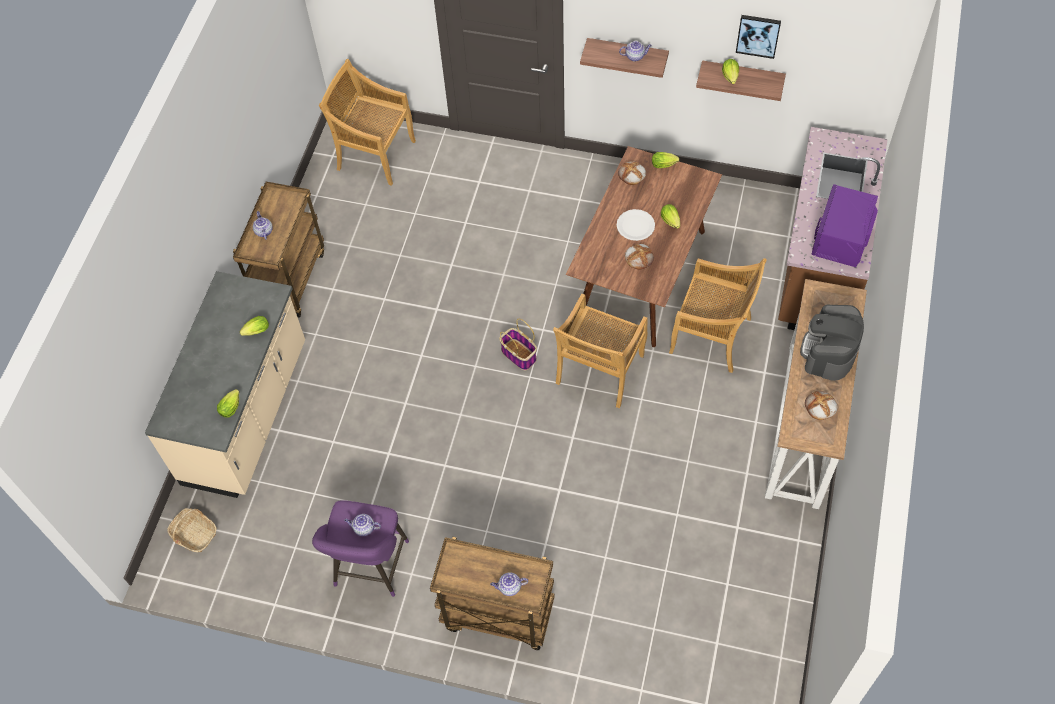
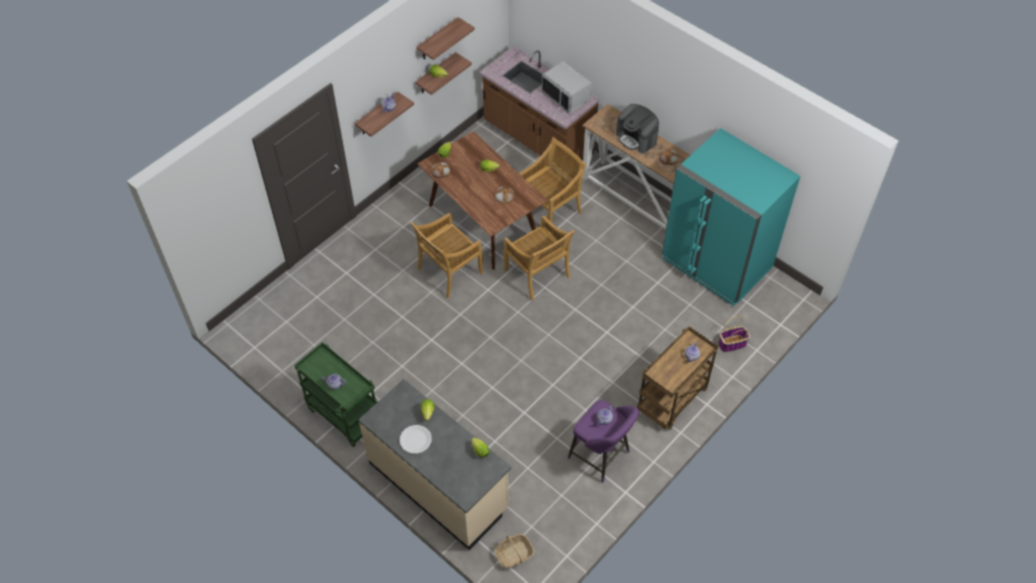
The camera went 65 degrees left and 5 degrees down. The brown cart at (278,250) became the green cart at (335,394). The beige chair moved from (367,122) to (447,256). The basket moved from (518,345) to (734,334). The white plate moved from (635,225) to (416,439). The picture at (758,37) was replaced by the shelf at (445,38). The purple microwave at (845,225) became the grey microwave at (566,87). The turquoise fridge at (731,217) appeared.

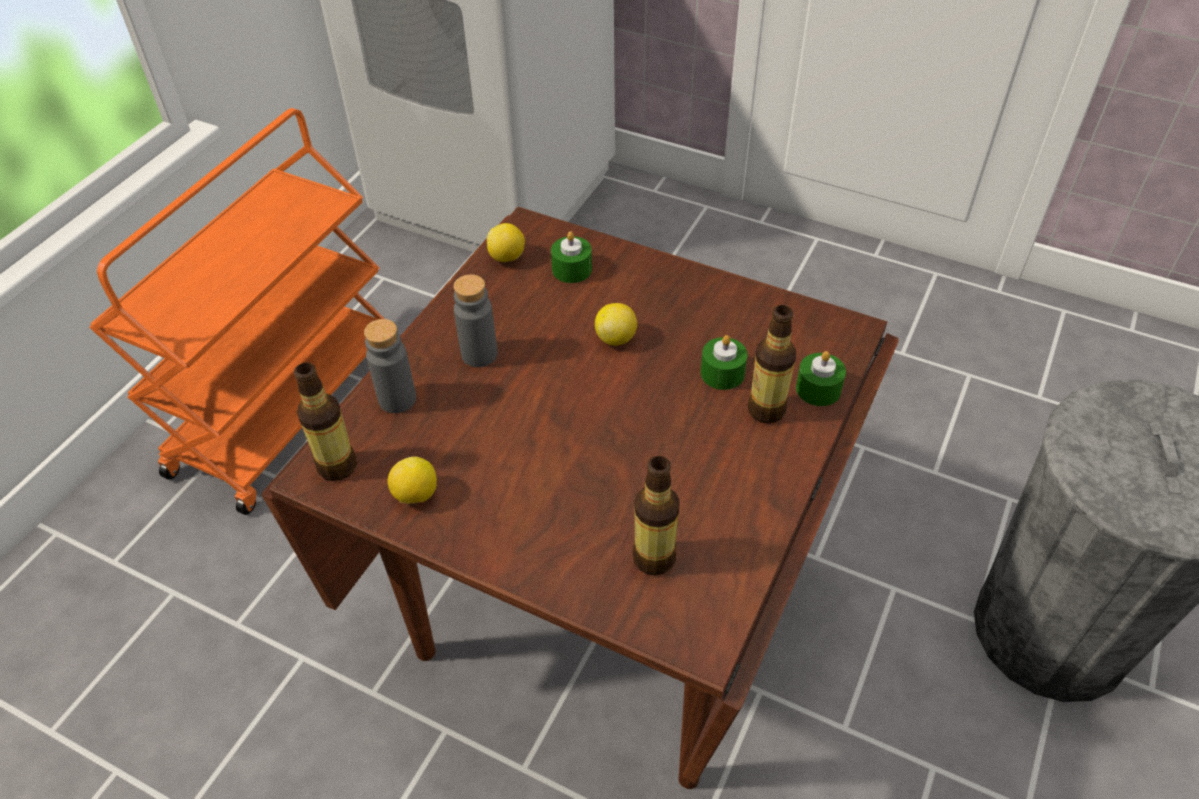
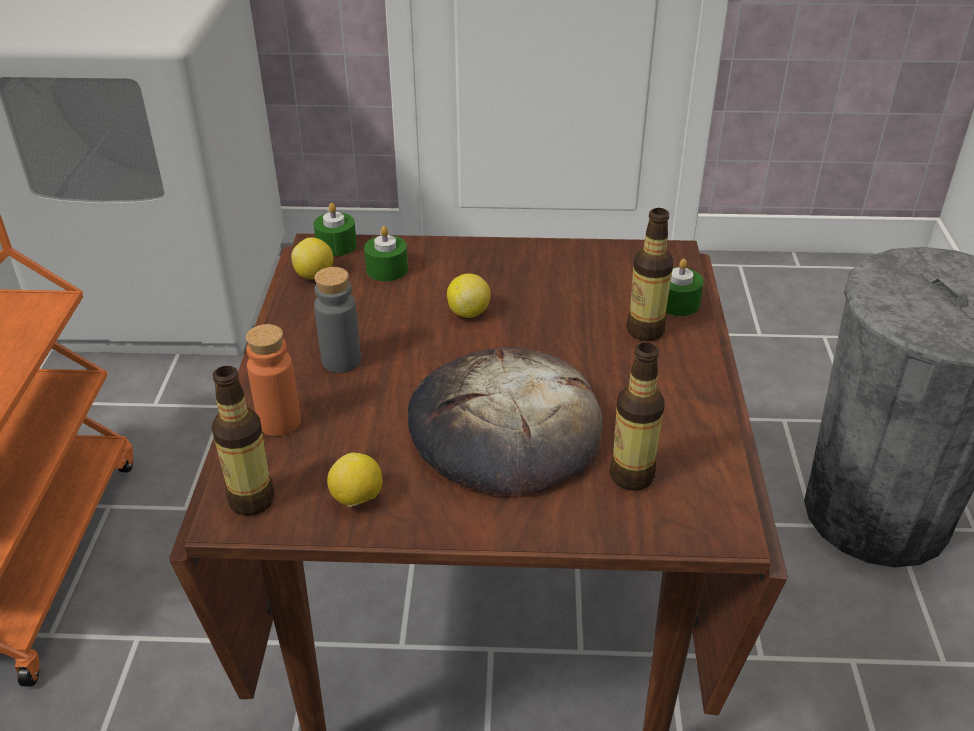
The camera went 25 degrees left and 10 degrees down. The grey bottle at (390,366) became the orange bottle at (273,380). The green candle moved from (724,362) to (335,230). The bread at (505,421) appeared.

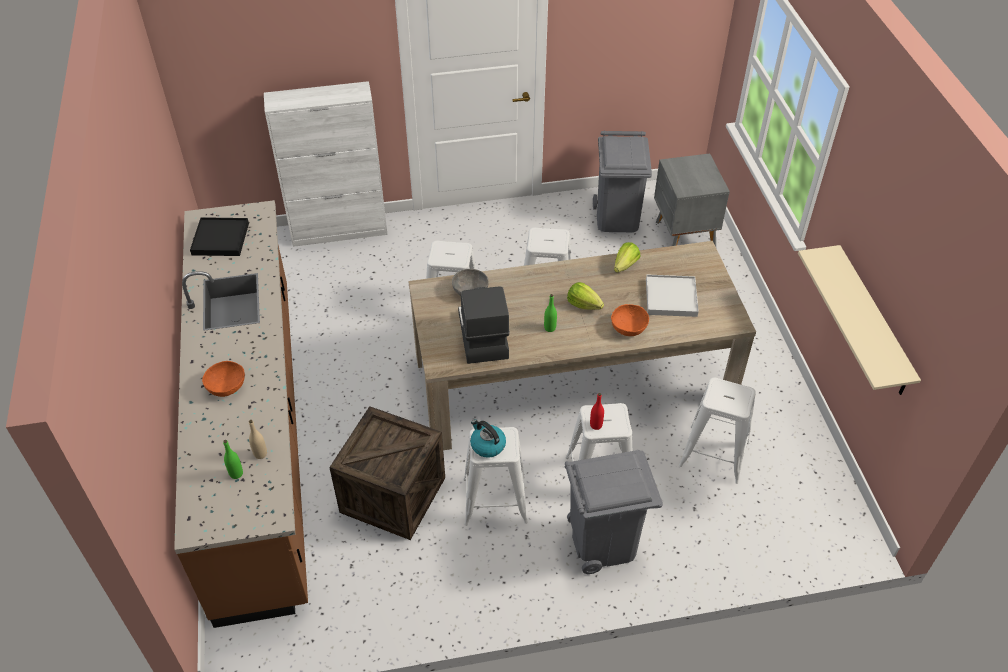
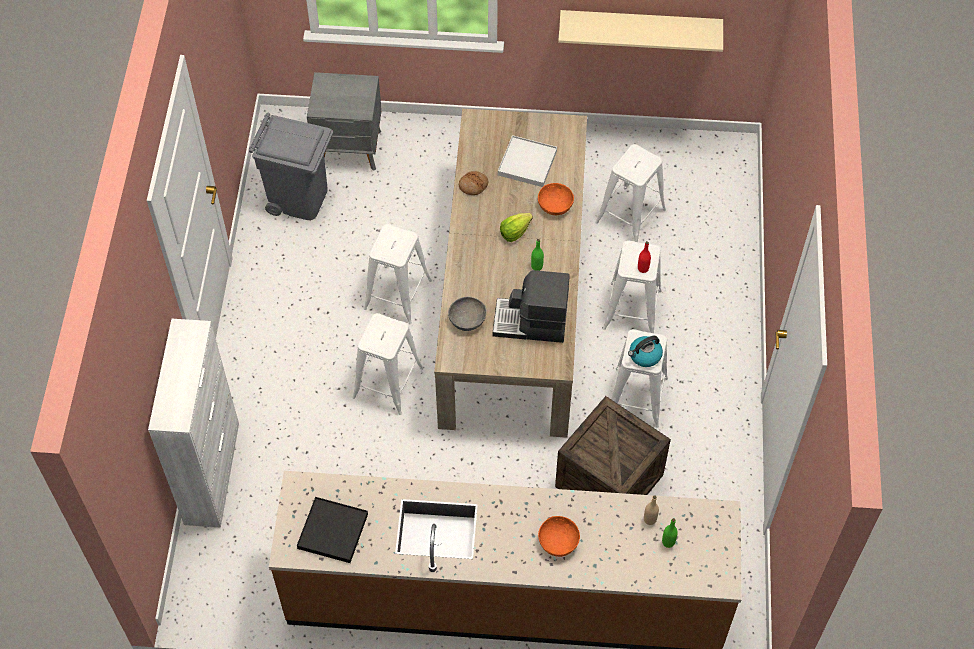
The camera went 75 degrees left and 10 degrees up. The grey trash can at (614,512) disappeared. The lettuce at (627,257) was replaced by the bread at (473,183).

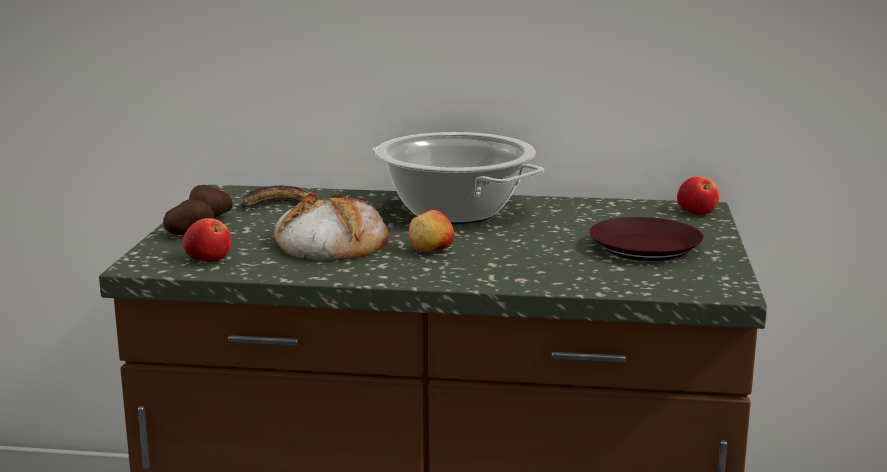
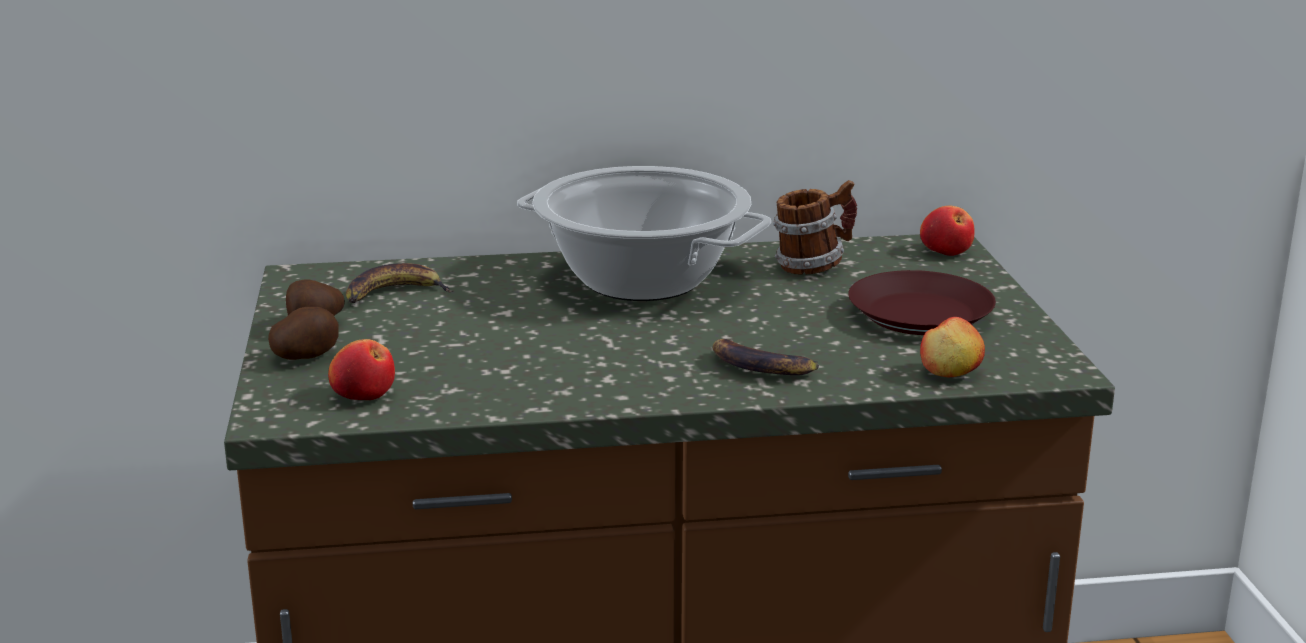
The camera went 15 degrees left and 5 degrees up. The bread at (331,225) disappeared. The apple moved from (431,231) to (952,347). The banana at (766,357) appeared. The mug at (815,227) appeared.

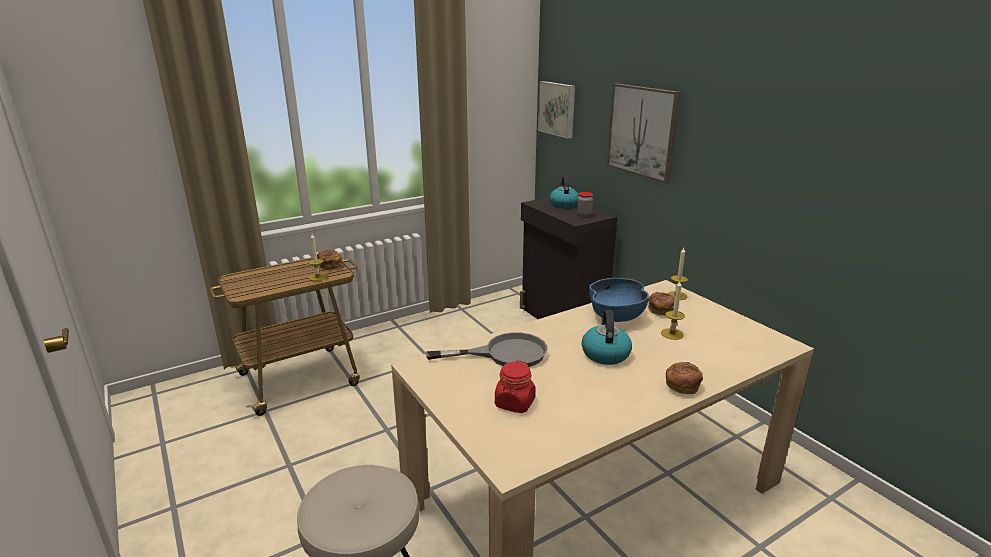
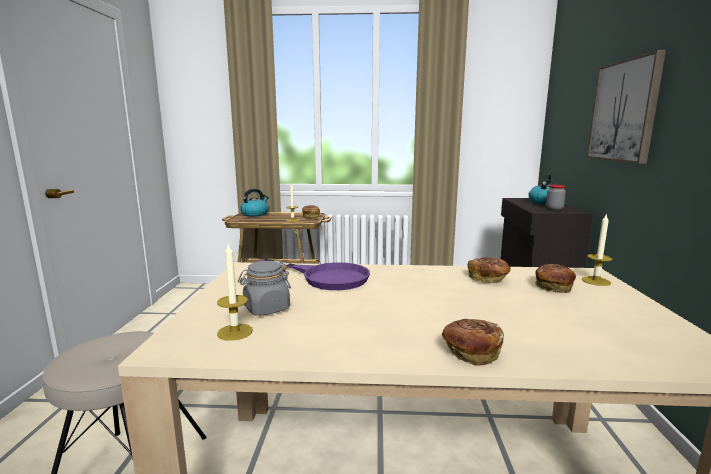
The camera went 35 degrees right and 10 degrees down. The grey frying pan at (487,349) became the purple frying pan at (314,274). The red jar at (515,386) became the grey jar at (264,288). The picture at (556,110) disappeared. The kettle moved from (606,337) to (254,202). The blue bowl at (619,300) was replaced by the bread at (489,270). The candle moved from (673,310) to (235,292).

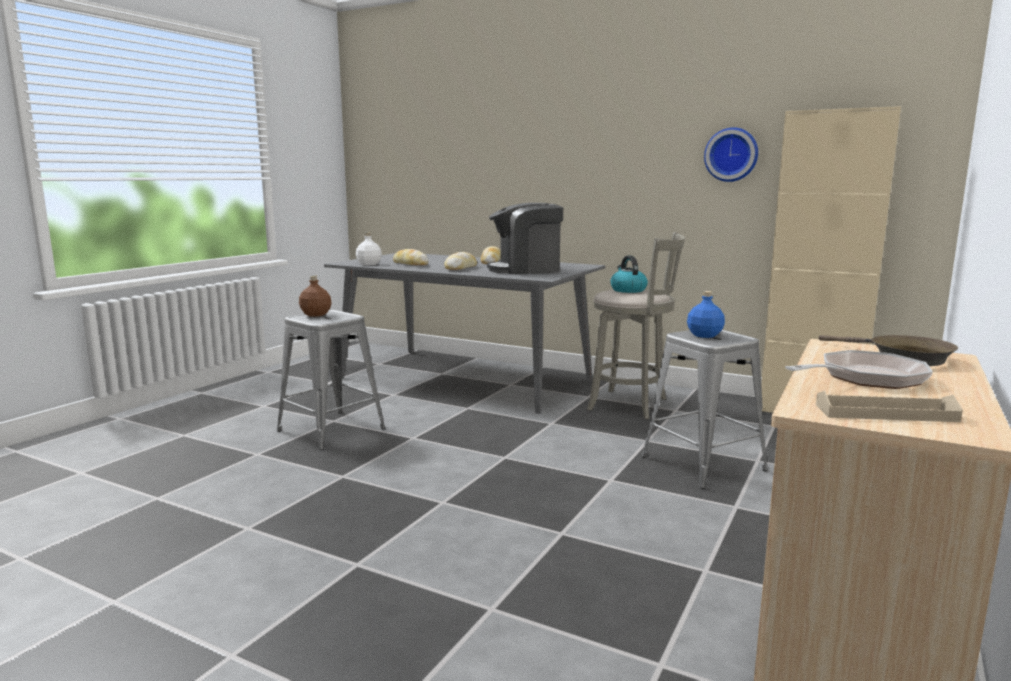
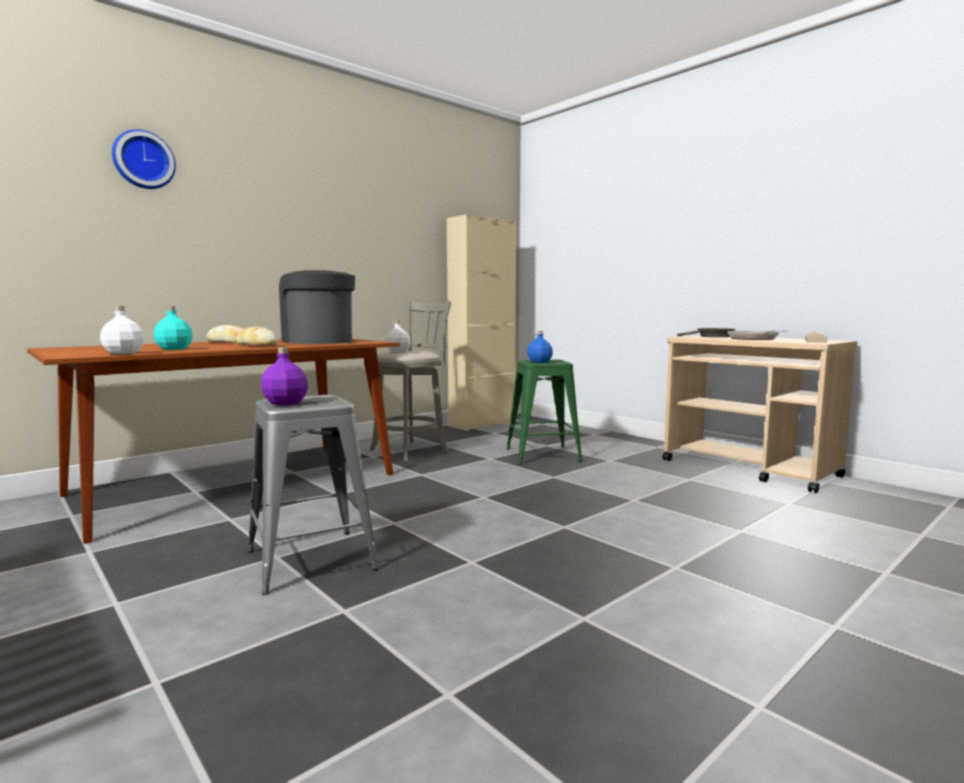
The camera went 70 degrees left and 5 degrees down. The brown bottle at (315,296) became the purple bottle at (284,376). The grey dining table at (464,333) became the brown dining table at (213,441). The bread at (411,257) was replaced by the turquoise bottle at (173,328). The coffee machine at (525,239) turned 135 degrees clockwise. The kettle at (629,274) was replaced by the white bottle at (397,336). The grey stool at (705,409) became the green stool at (544,412). The wall clock moved from (731,154) to (144,159).

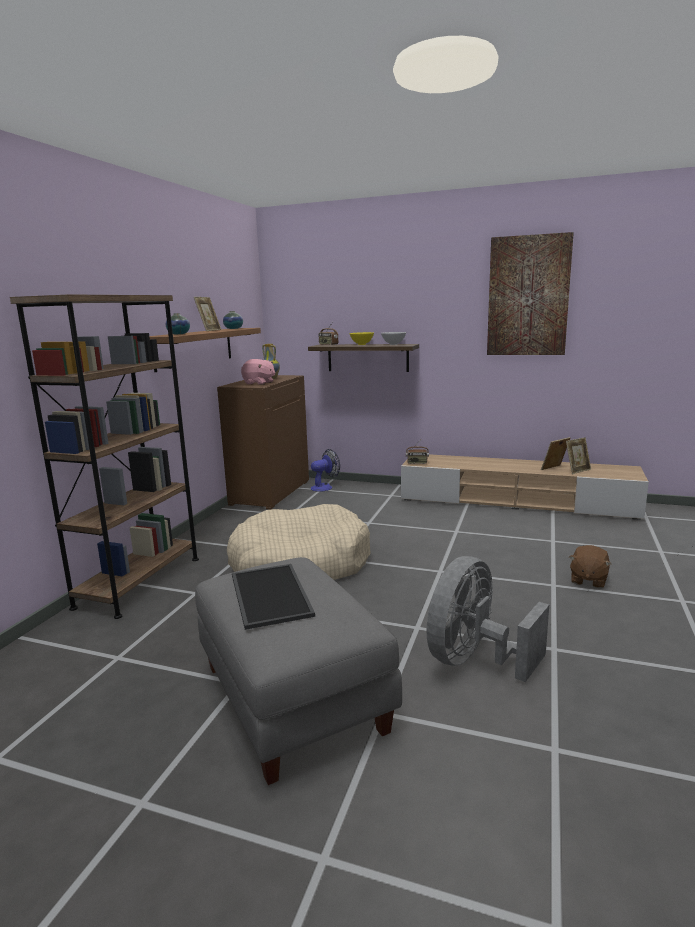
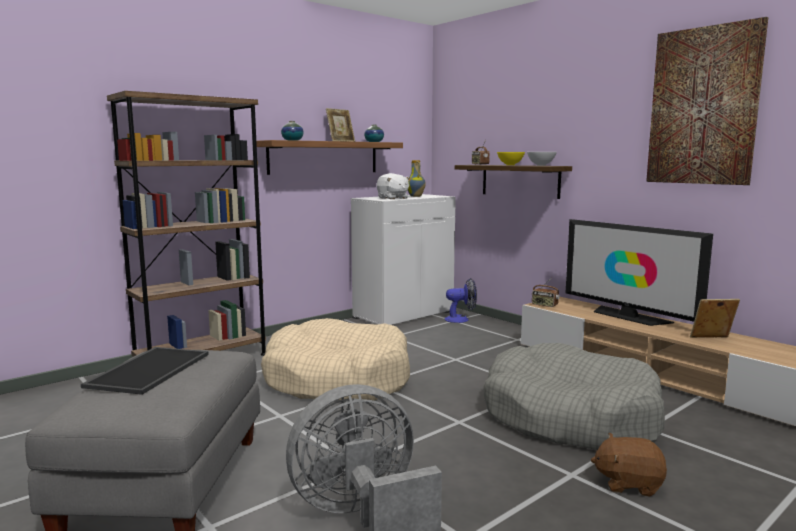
The camera went 30 degrees right and 5 degrees down. The brown cabinet at (263,442) became the white cabinet at (403,259). The pink plush toy at (258,372) became the white plush toy at (393,186). The picture frame at (578,455) disappeared. The brown plush toy at (590,566) turned 45 degrees clockwise. The grey dog bed at (574,396) appeared. The television at (639,272) appeared.

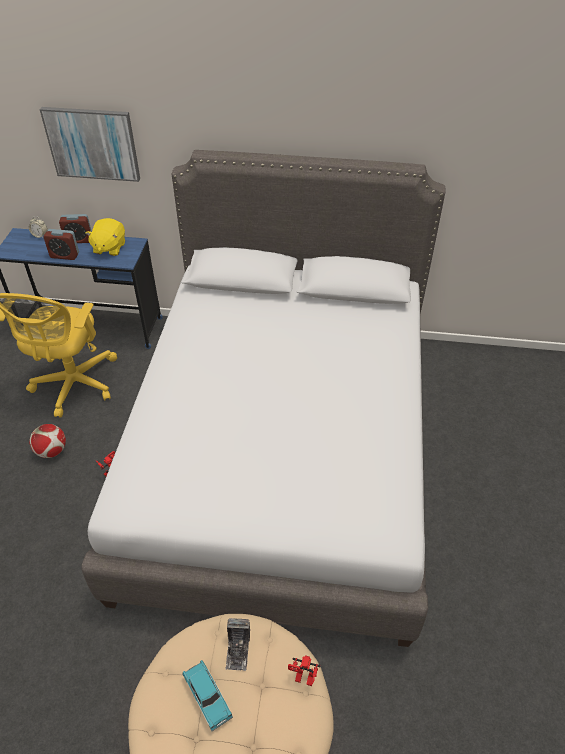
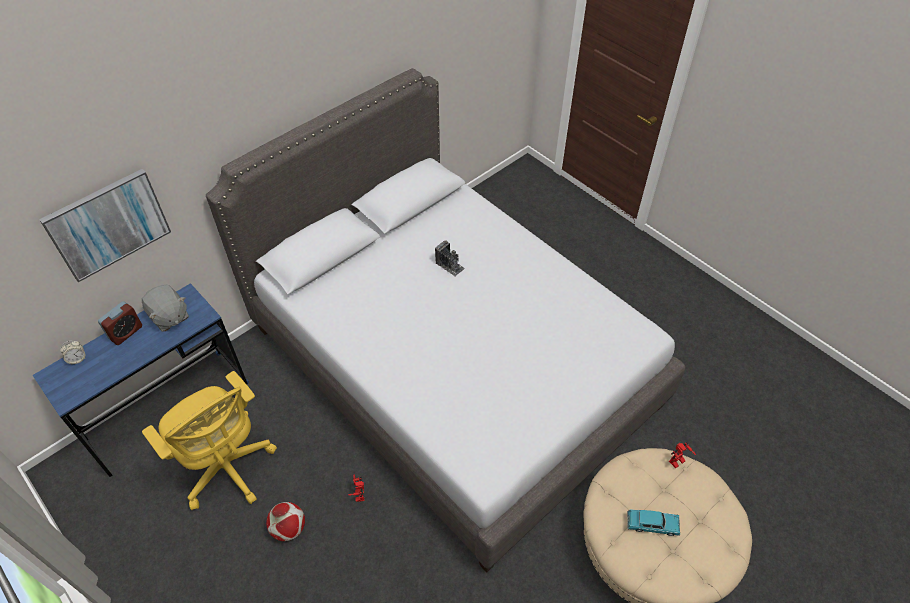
The camera went 50 degrees left and 5 degrees up. The alarm clock at (61,244) disappeared. The yellow plush toy at (105,237) became the grey plush toy at (165,308). The photo camera moved from (237,644) to (450,258).

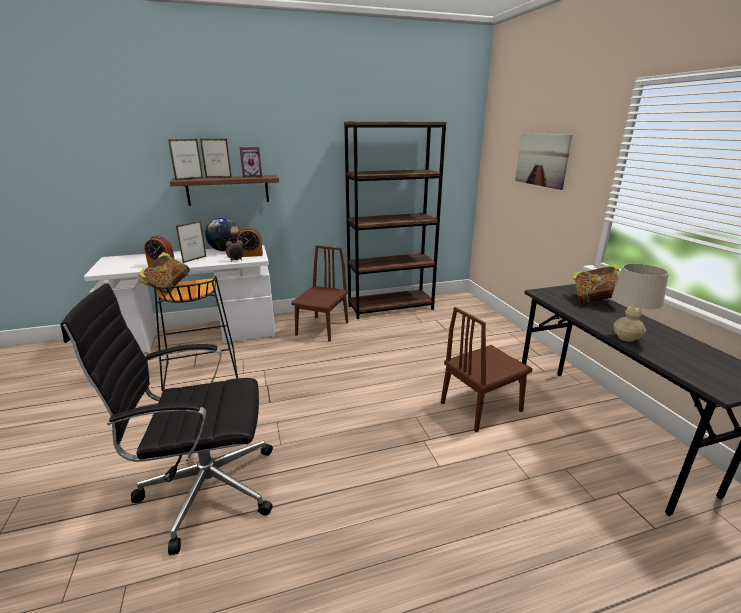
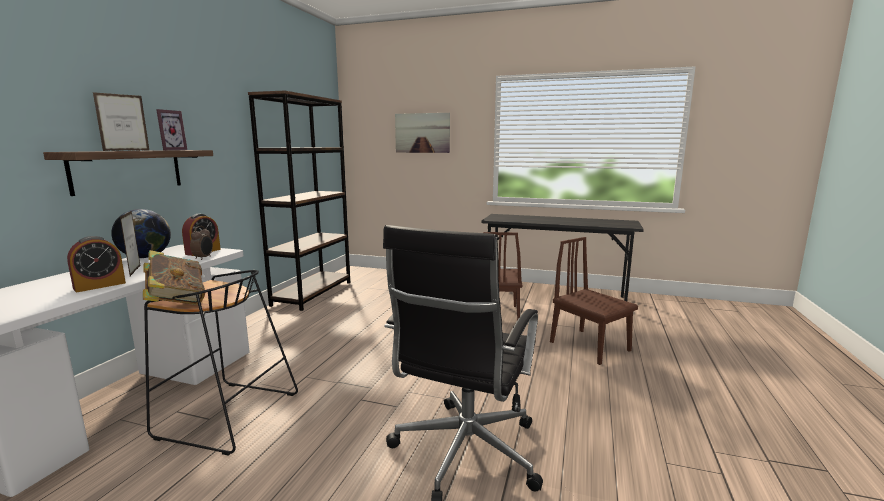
The camera went 55 degrees left and 10 degrees down. The picture frame at (185,159) disappeared. The brown chair moved from (319,293) to (594,301). The book at (596,283) disappeared. The beige table lamp at (640,302) disappeared.

